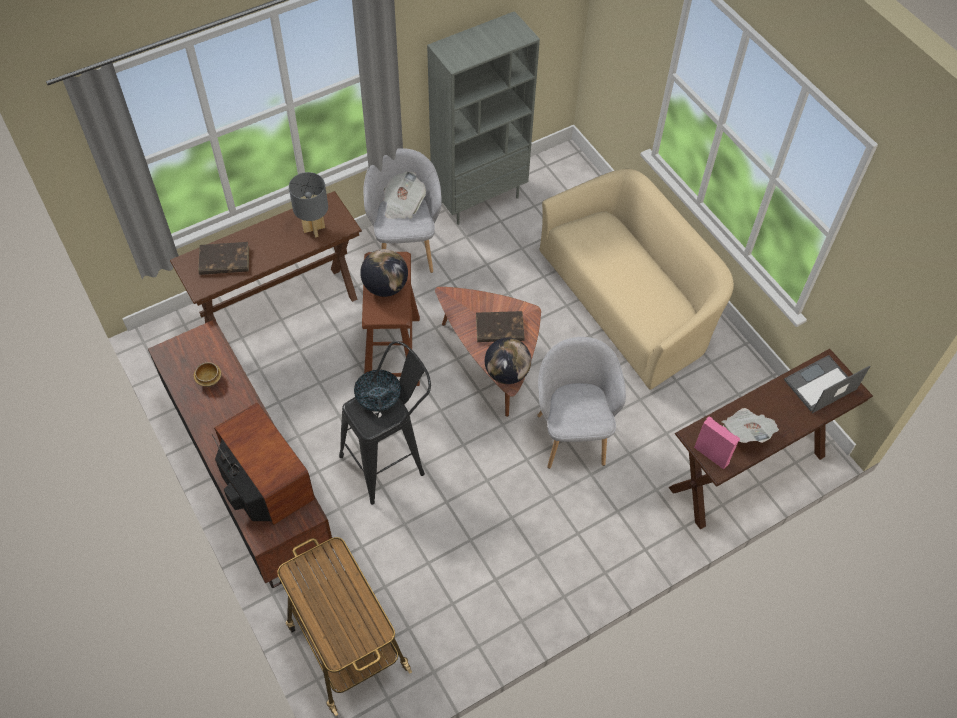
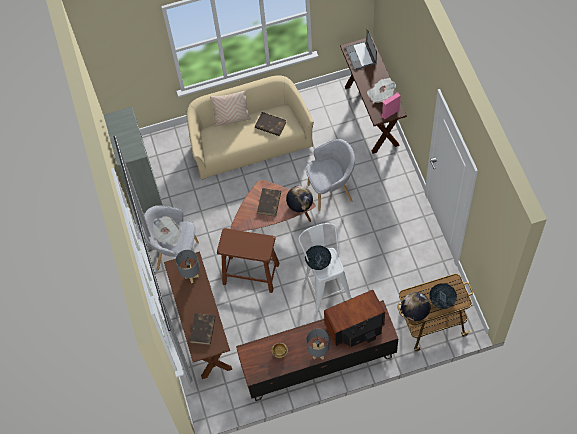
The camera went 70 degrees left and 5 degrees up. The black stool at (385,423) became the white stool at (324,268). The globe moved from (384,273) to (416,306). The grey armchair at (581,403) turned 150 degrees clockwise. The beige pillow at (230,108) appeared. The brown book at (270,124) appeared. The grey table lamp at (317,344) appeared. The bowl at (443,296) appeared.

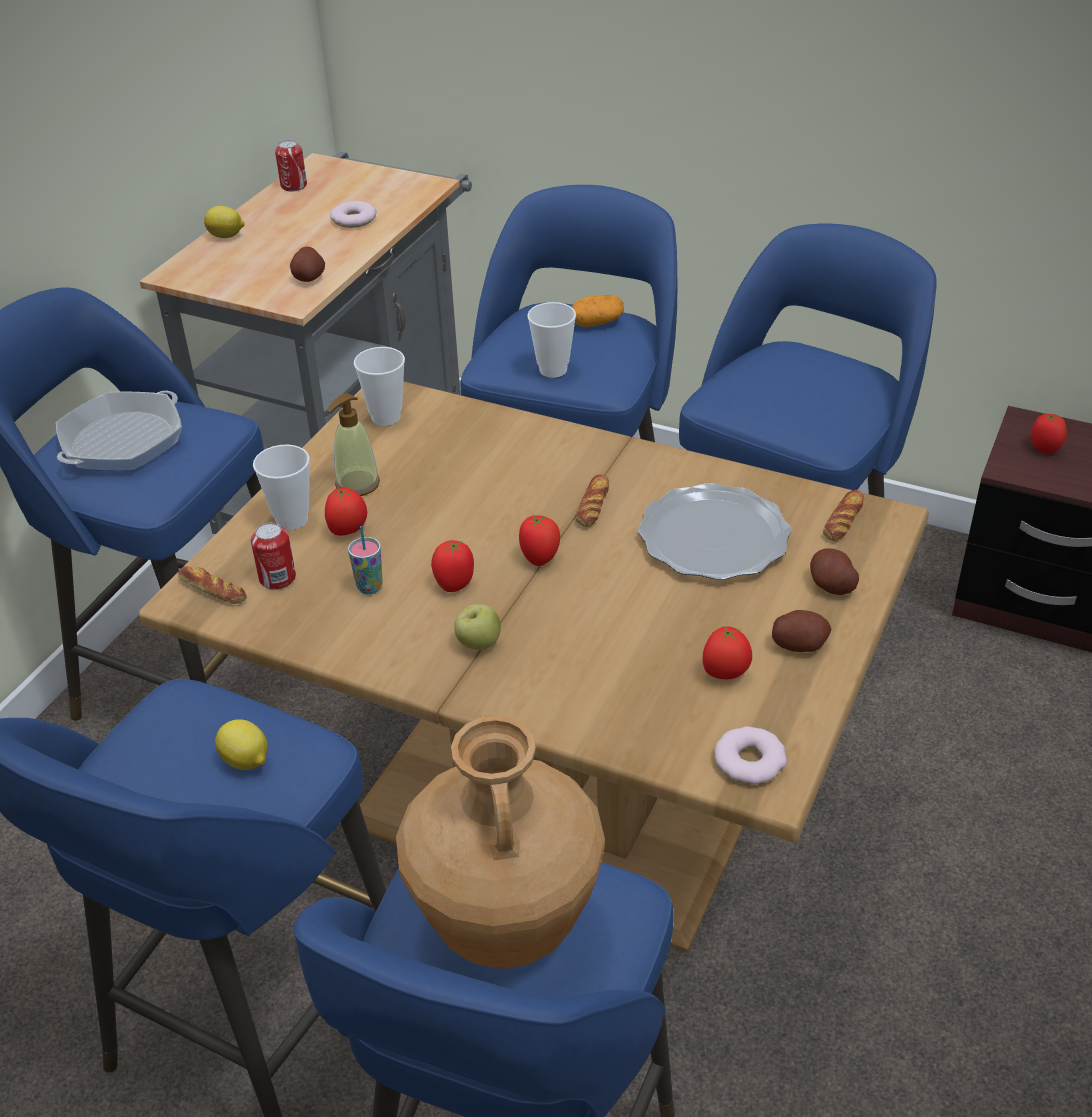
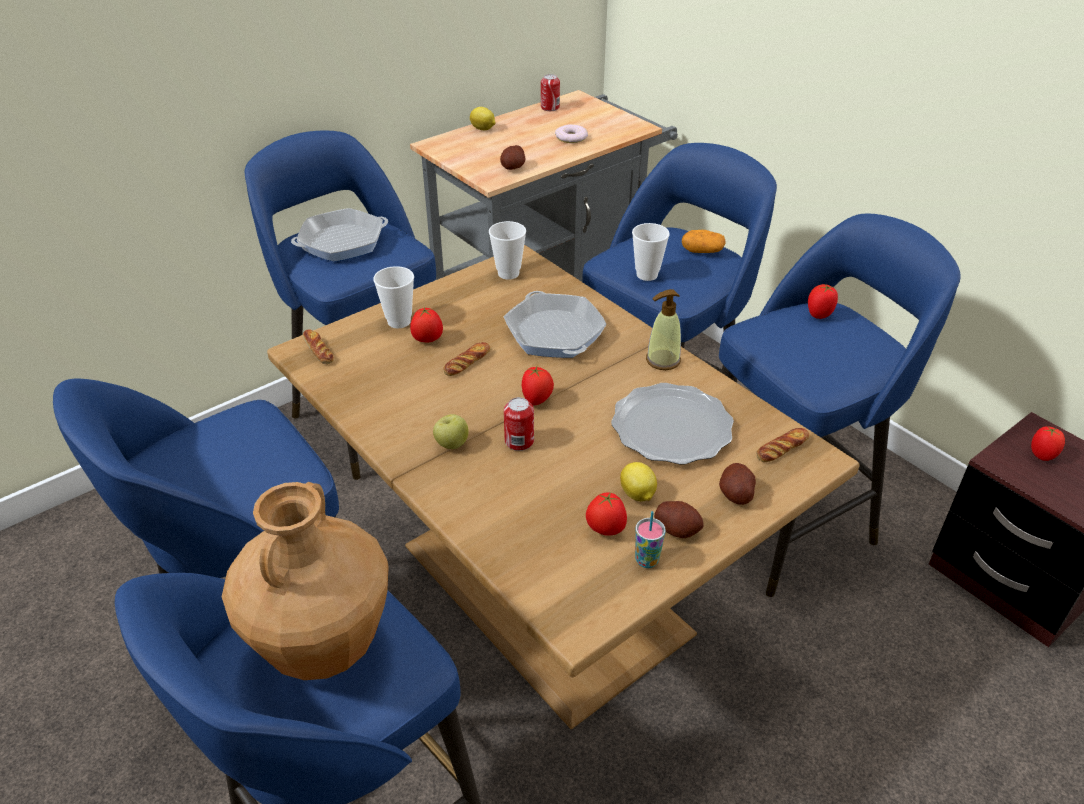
The camera went 25 degrees right and 0 degrees up. The lemon moved from (241,744) to (638,481). The can moved from (273,556) to (519,424). The soap dispenser moved from (353,444) to (663,329). The cup moved from (365,560) to (650,539). The tomato moved from (452,566) to (823,301). The bread moved from (592,501) to (467,359). The donut at (750,755) disappeared. The frying pan at (555,324) appeared.

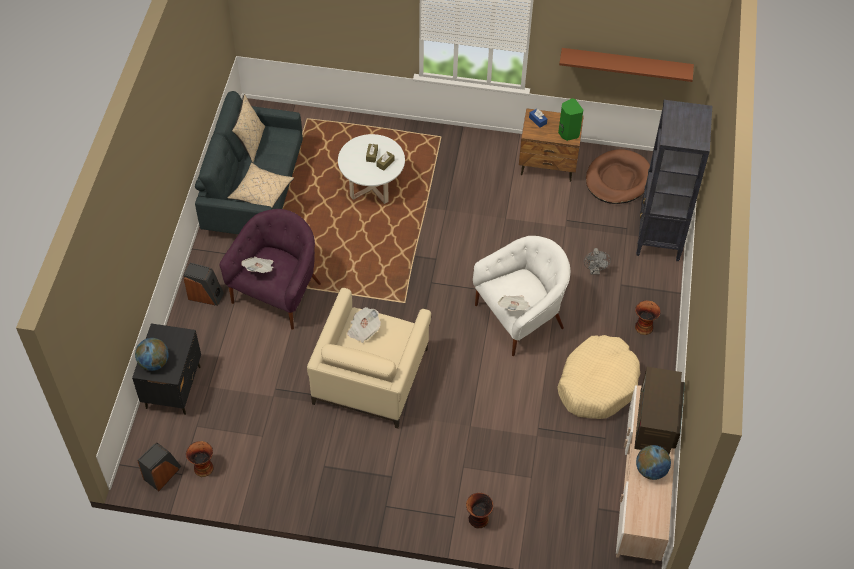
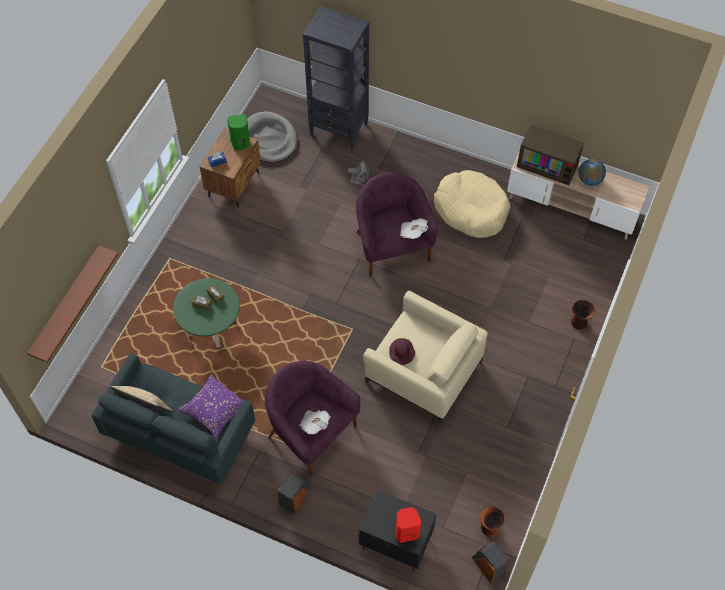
The camera went 75 degrees left and 5 degrees up. The globe at (152,354) was replaced by the red speaker at (408,525). The beige pillow at (261,185) became the purple pillow at (210,406). The white coffee table at (371,169) became the green coffee table at (206,313). The newspaper at (364,325) was replaced by the purple hat at (402,351). The white armchair at (521,296) became the purple armchair at (397,224). The brown shelf moved from (626,65) to (72,304). The brown dog bed at (618,176) became the grey dog bed at (272,137). The vase at (648,317) disappeared.

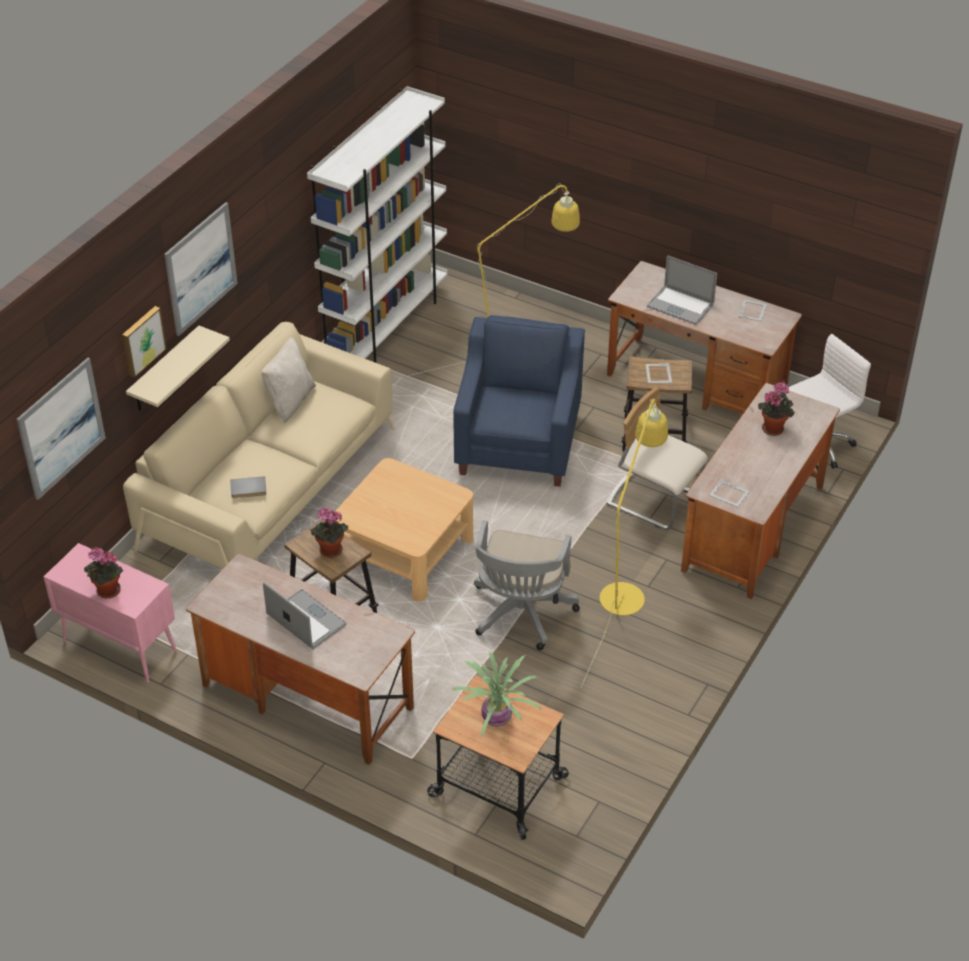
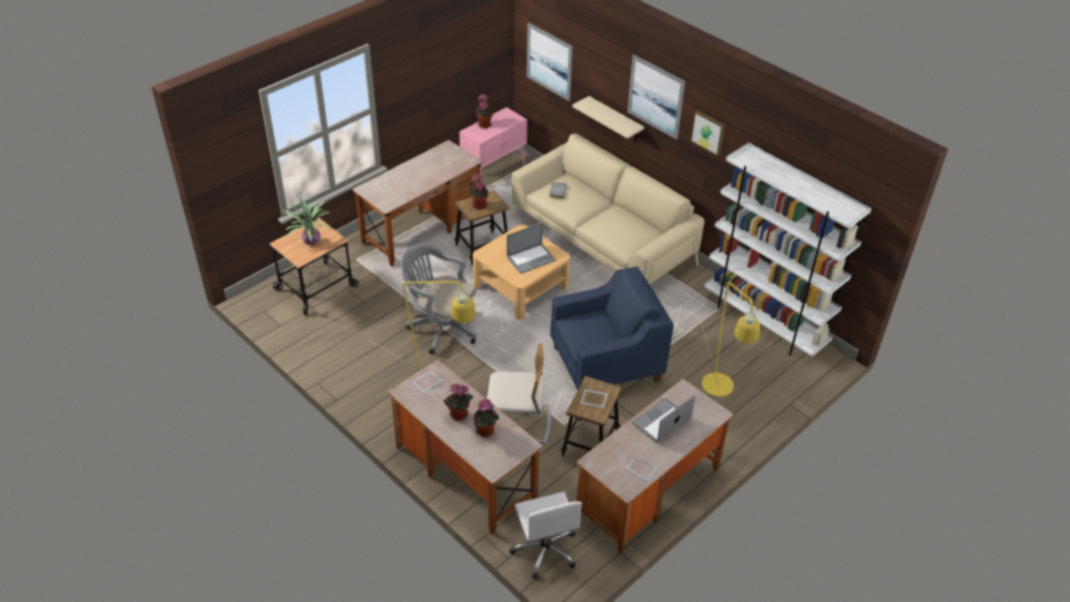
The camera went 105 degrees right and 0 degrees up. The picture moved from (144,342) to (708,133). The beige pillow at (289,380) disappeared. The laptop moved from (305,615) to (531,248). The blue armchair at (519,401) turned 45 degrees counterclockwise. The beige chair at (657,458) turned 45 degrees clockwise. The potted plant at (458,402) appeared.

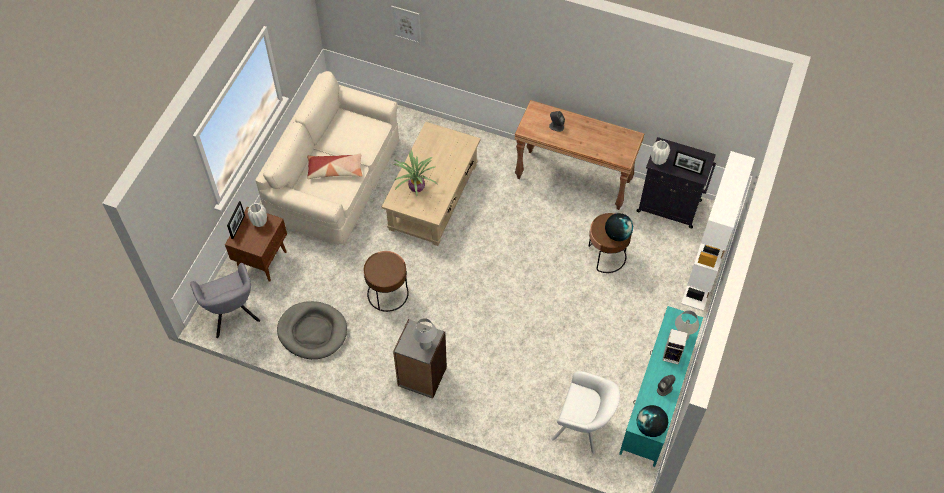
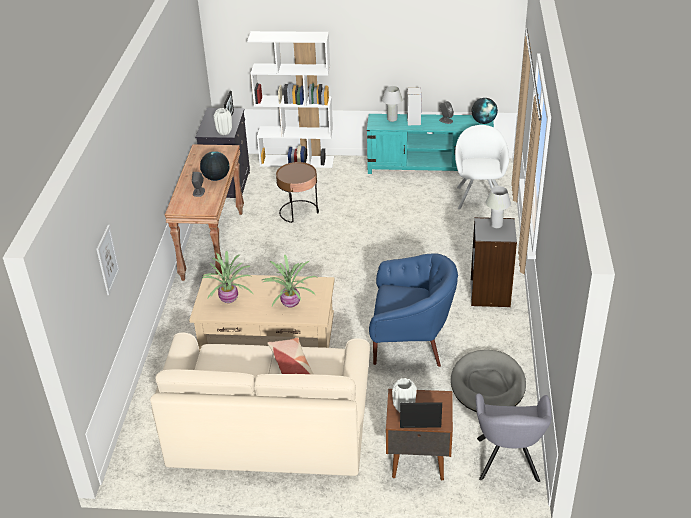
The camera went 105 degrees left and 20 degrees down. The grey armchair at (225,300) turned 135 degrees clockwise. The brown side table at (386,281) was replaced by the blue armchair at (413,310). The globe moved from (619,227) to (214,166). The potted plant at (228,277) appeared.

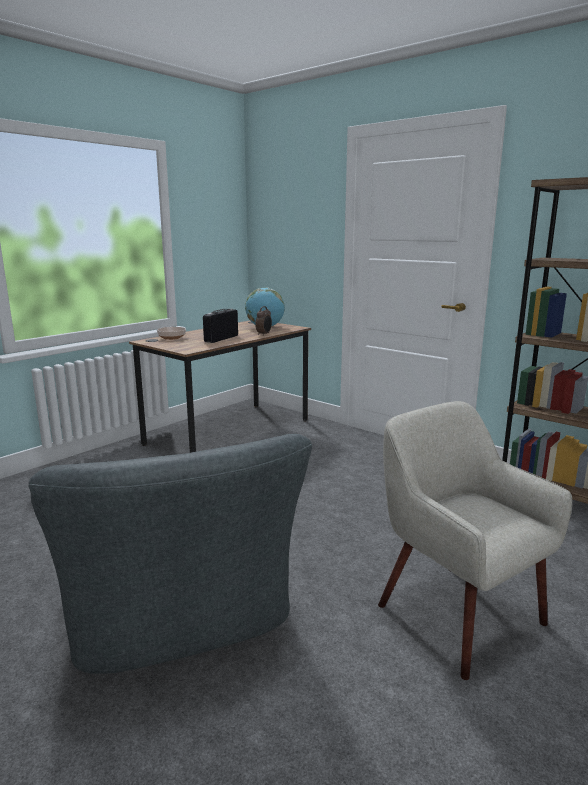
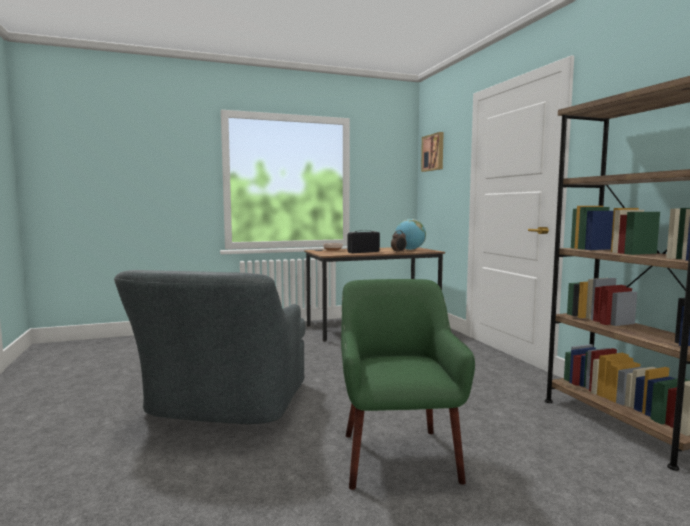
The camera went 30 degrees right and 10 degrees down. The beige armchair at (475,540) became the green armchair at (408,384). The picture at (432,152) appeared.

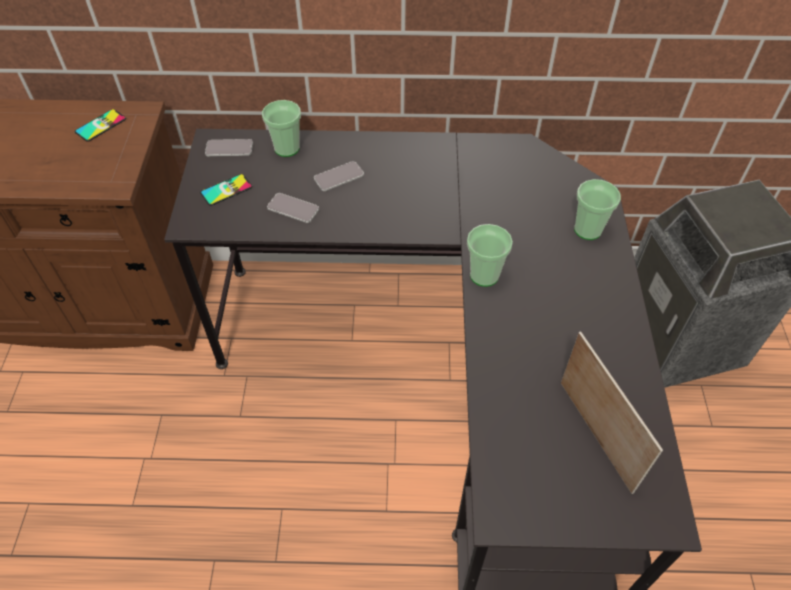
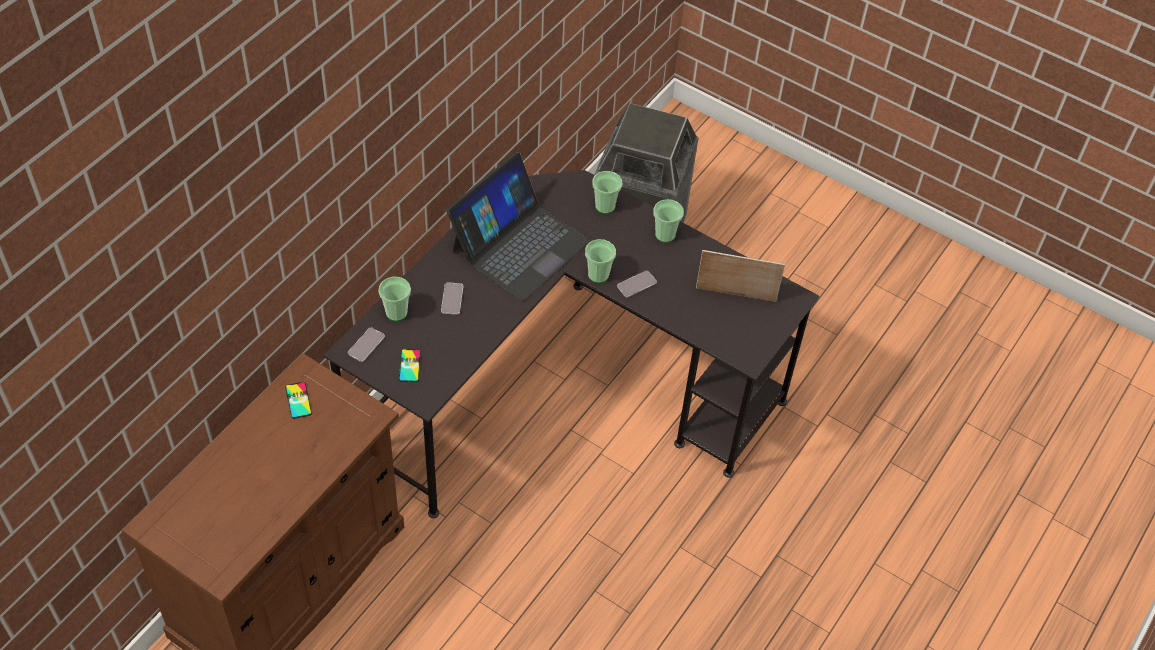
The camera went 60 degrees left and 0 degrees up. The phone moved from (293,208) to (637,284). The laptop at (518,226) appeared. The cup at (668,221) appeared.

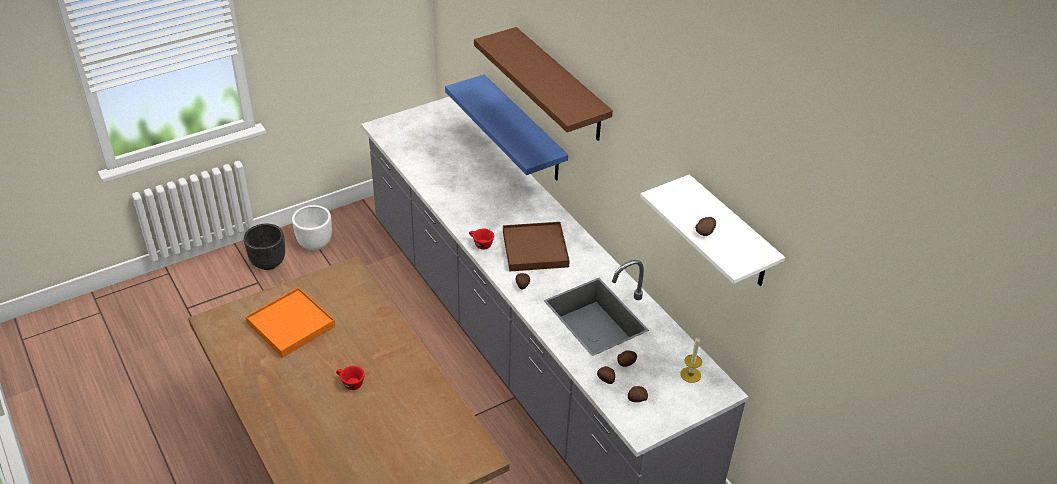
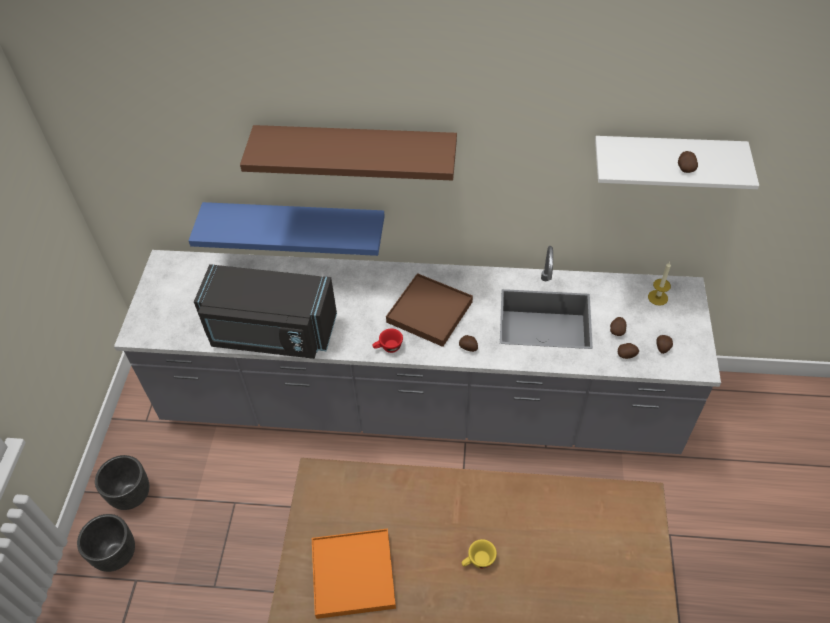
The camera went 50 degrees left and 10 degrees up. The white planter at (312,228) became the black planter at (122,482). The red cup at (350,378) became the yellow cup at (479,554). The black microwave at (265,311) appeared.

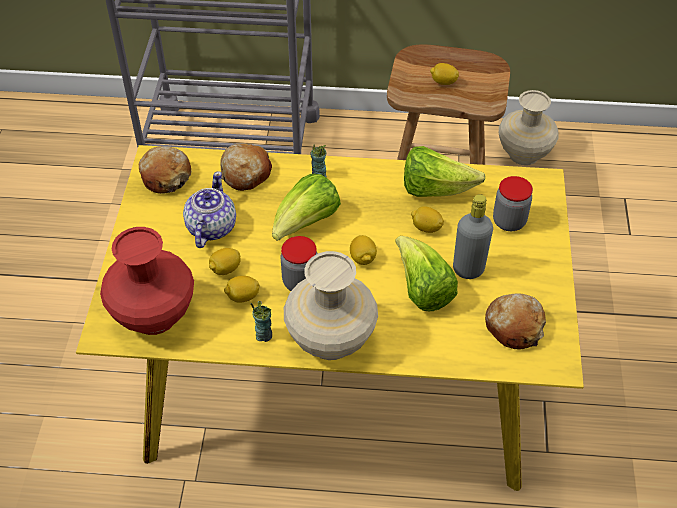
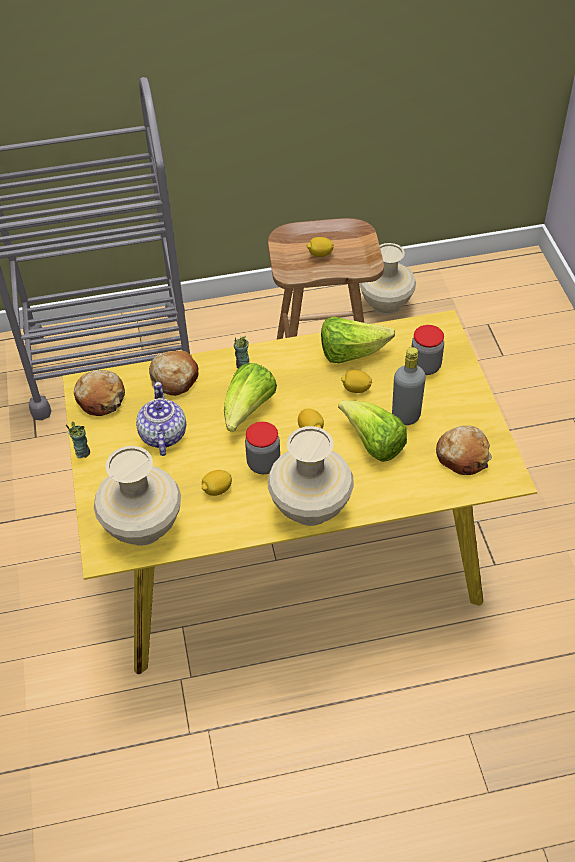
The camera went 15 degrees left and 0 degrees up. The red vase at (147,281) became the beige vase at (137,495). The lemon at (225,261) disappeared. The cup moved from (261,321) to (78,440).

